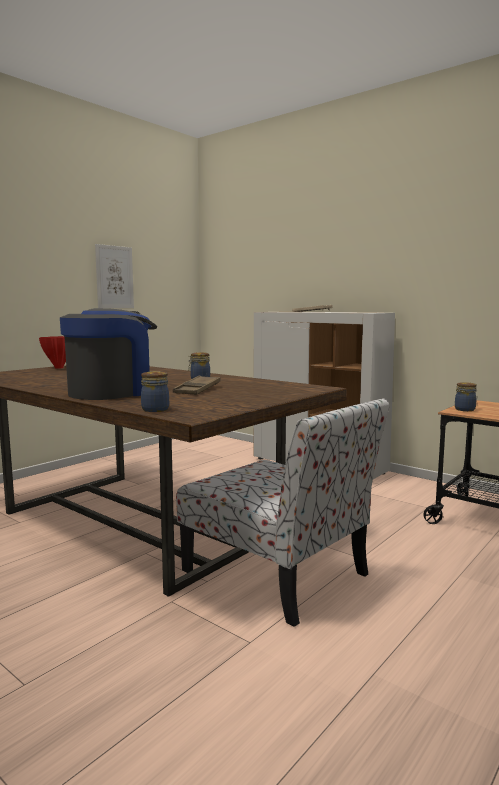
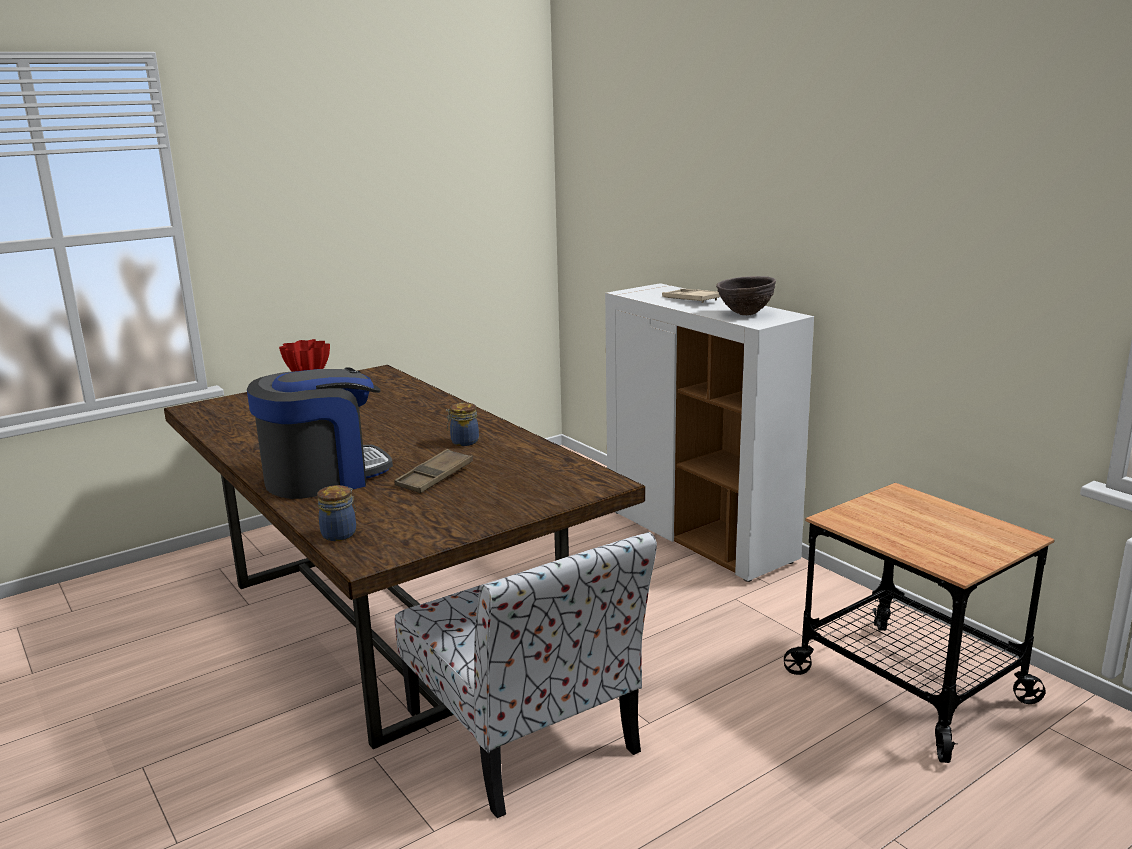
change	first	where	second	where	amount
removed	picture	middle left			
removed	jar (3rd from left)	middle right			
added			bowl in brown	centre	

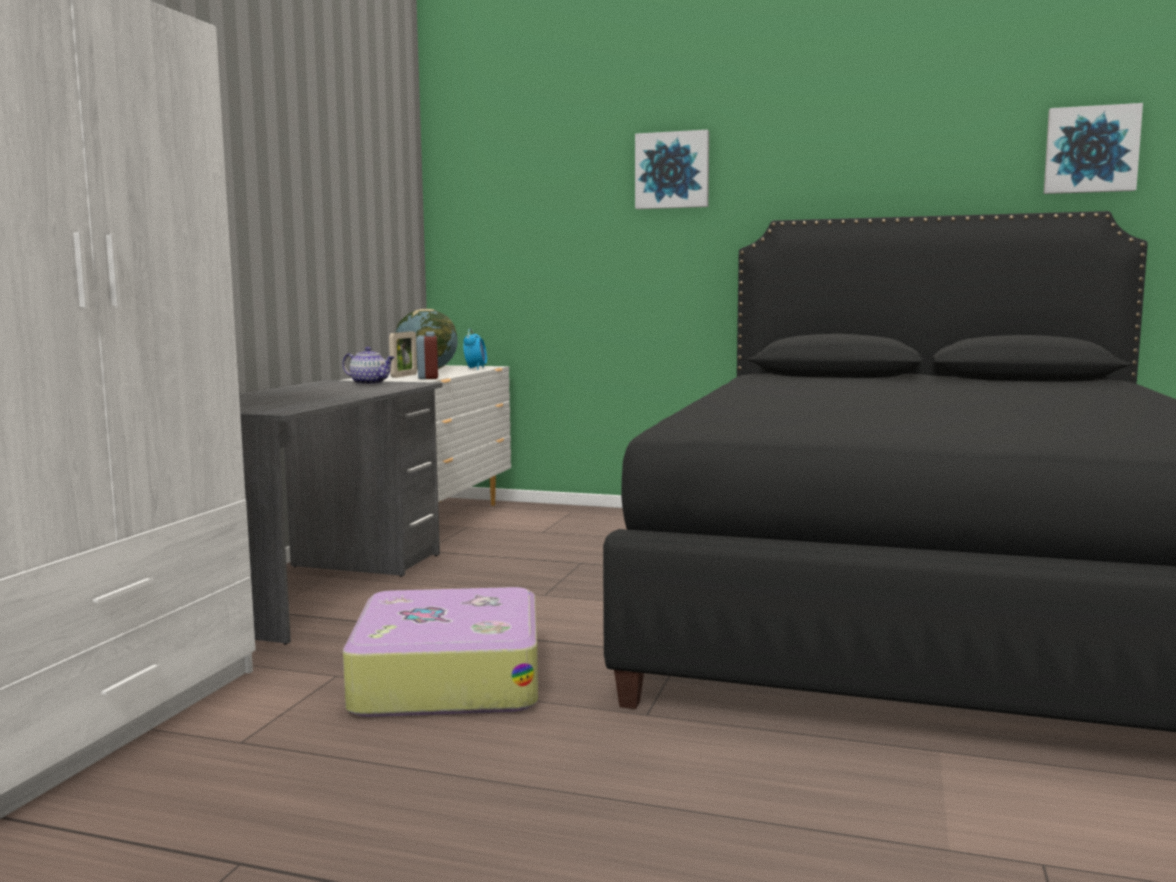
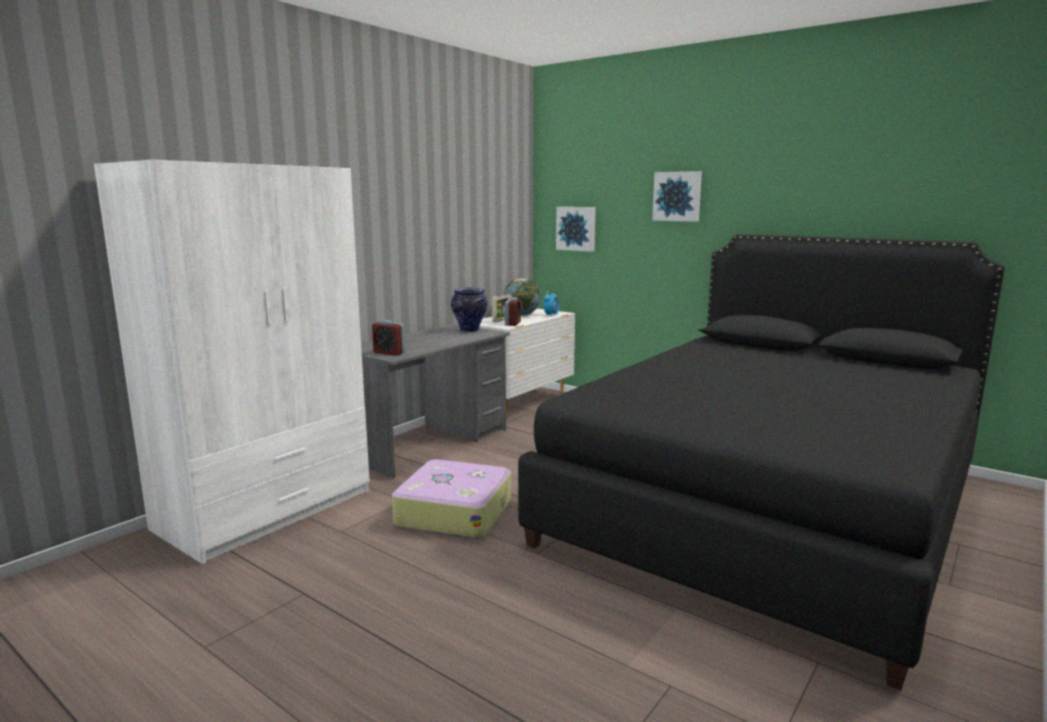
change	first	where	second	where	amount
added			alarm clock (1st from left)	centre	
moved	picture (2nd from left in the first image)	top right	picture (1st from left)	top centre	
replaced	teapot	middle left	vase	centre	

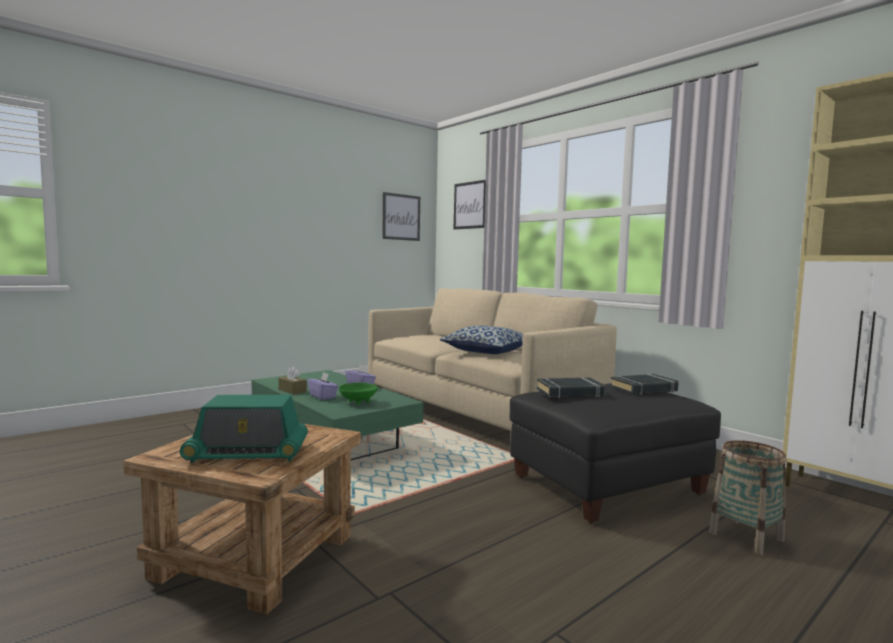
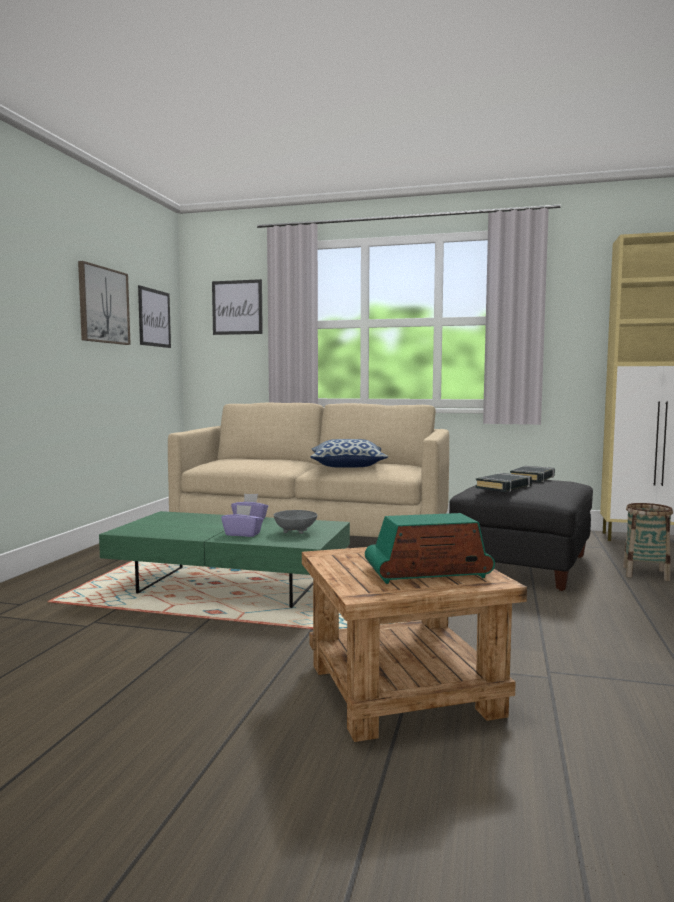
change	first	where	second	where	amount
removed	tissue box in brown	middle left			
added			picture (1st from left)	middle left	
recoloured	bowl in green	centre	bowl in grey	centre	
turned	radio	bottom left		centre	150 degrees counterclockwise

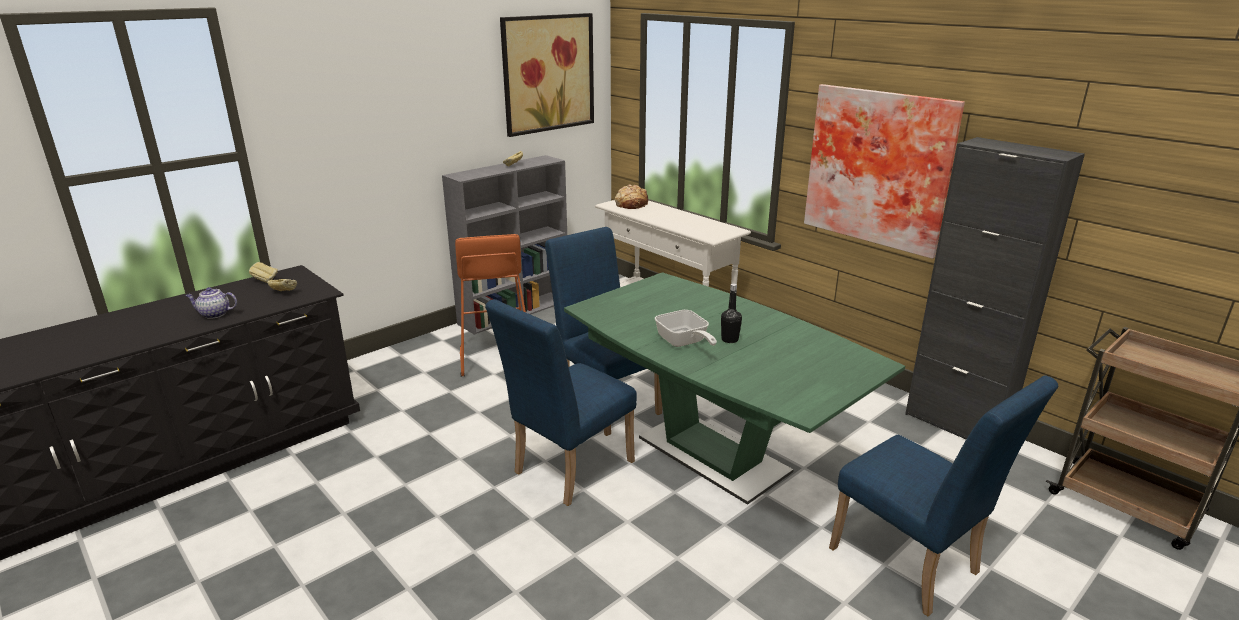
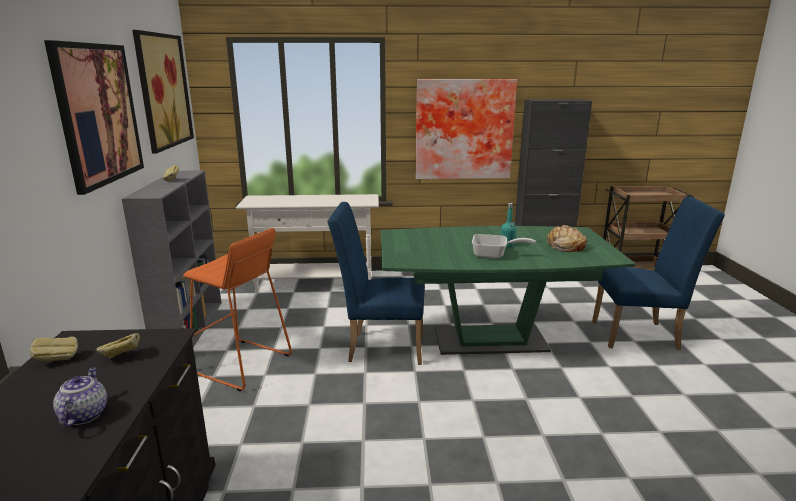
change	first	where	second	where	amount
removed	chair in blue (1st from left)	centre			
added			picture (1st from left)	top left	
moved	bread (4th from left)	top centre		middle right	
recoloured	bottle in black	centre	bottle in turquoise	centre	
turned	teapot	middle left		bottom left	135 degrees clockwise

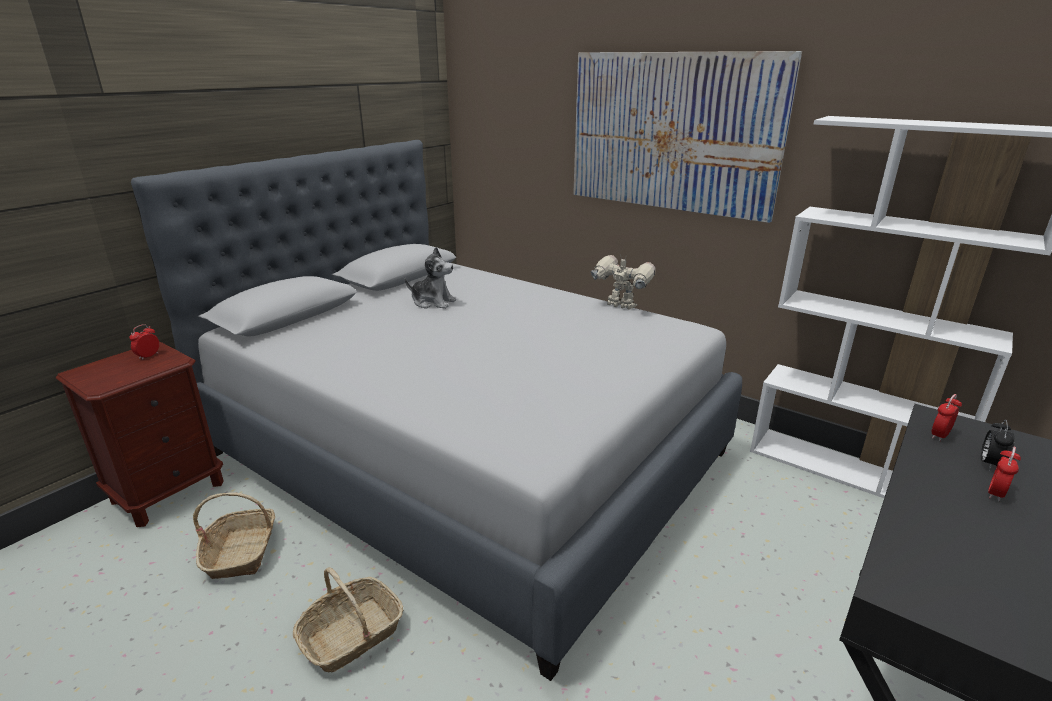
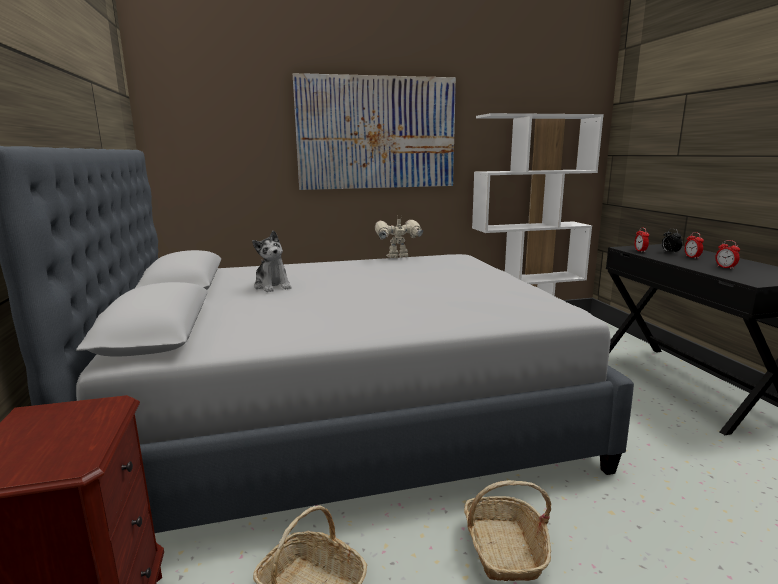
change	first	where	second	where	amount
moved	alarm clock (1st from left in the first image)	middle left	alarm clock (4th from left)	middle right	
turned	plush toy	centre		centre	90 degrees clockwise

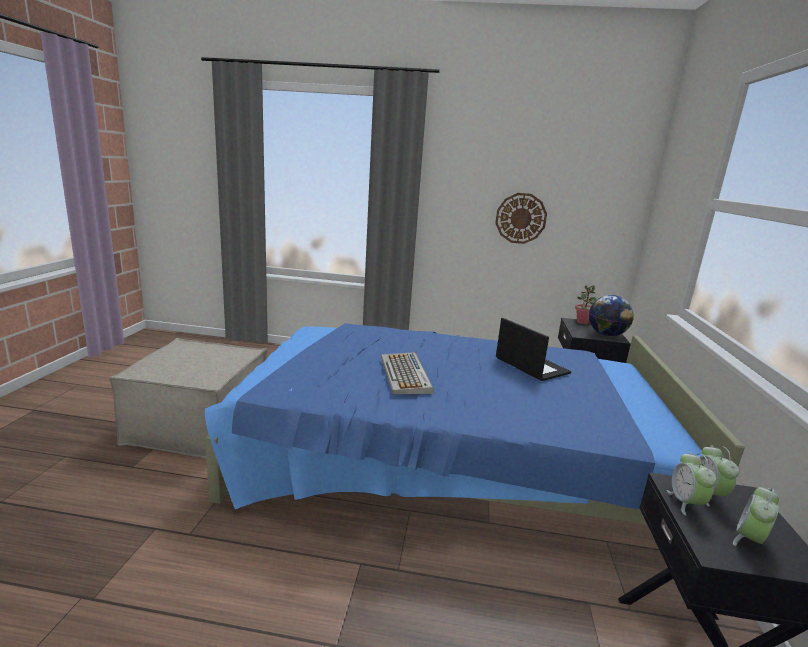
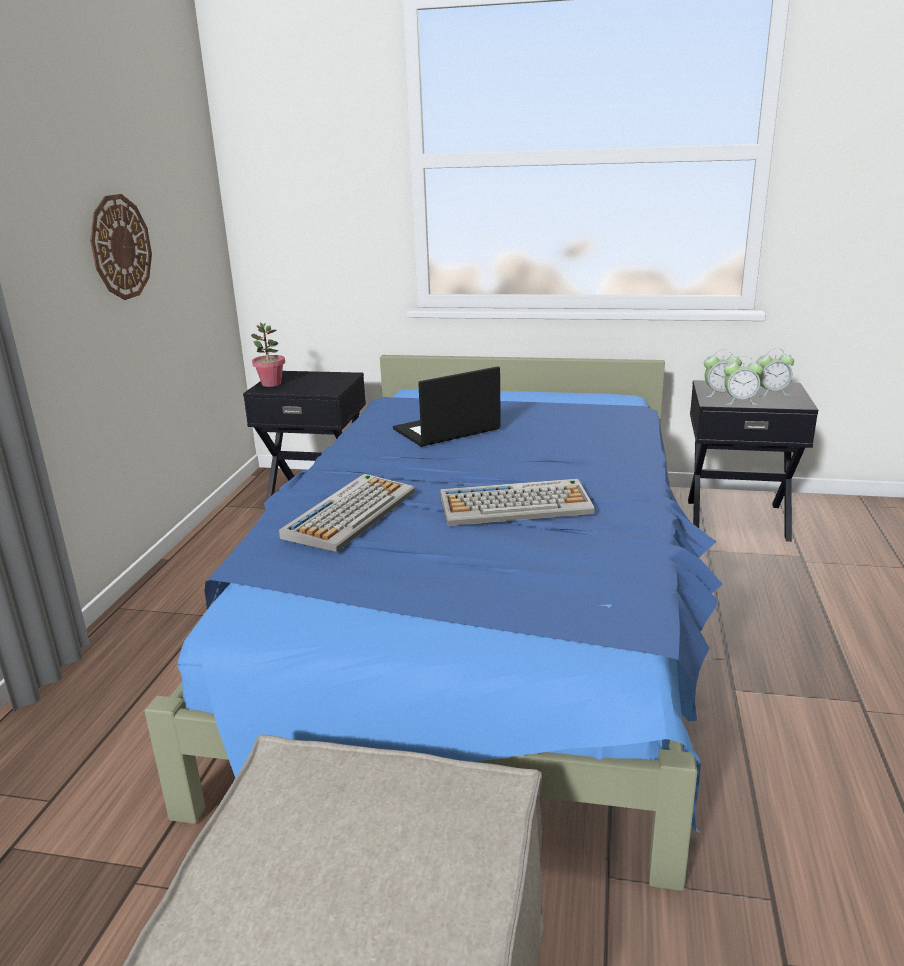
change	first	where	second	where	amount
removed	globe	middle right			
added			keyboard (1st from left)	centre	
turned	alarm clock (3rd from left)	bottom right		middle right	45 degrees counterclockwise

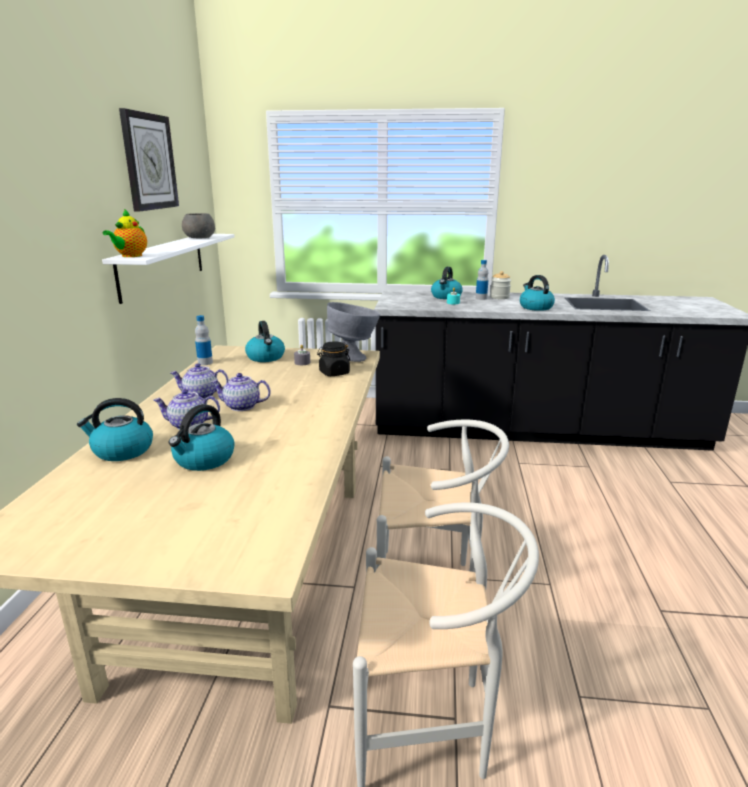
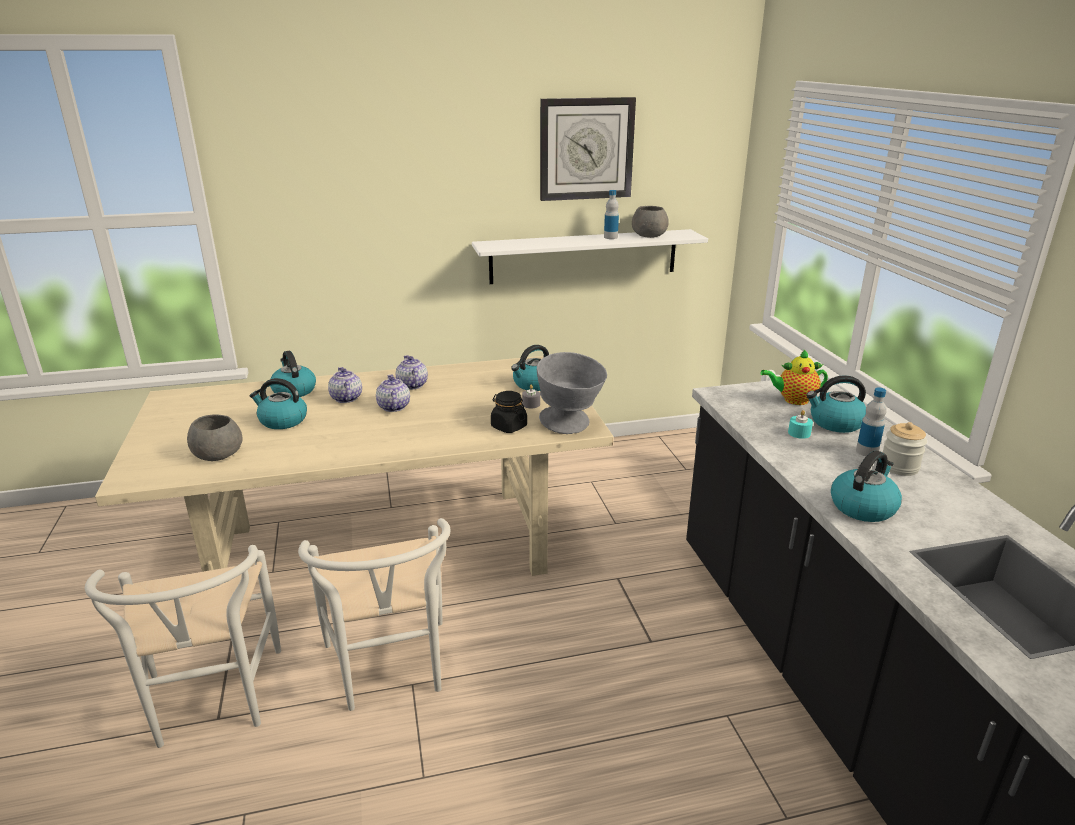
change	first	where	second	where	amount
added			bowl in grey (1st from left)	middle left	
moved	teapot (1st from left in the first image)	top left	teapot (4th from left)	middle right	
moved	bottle (1st from left)	middle left		top centre	

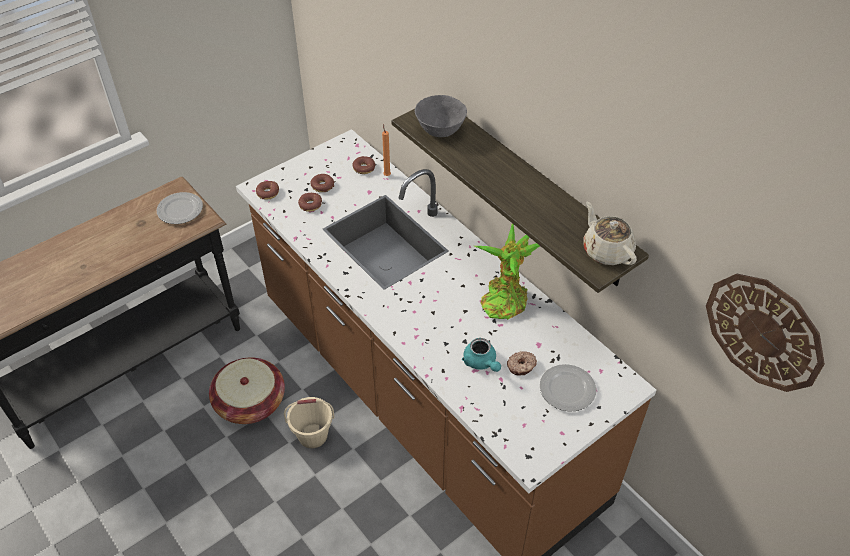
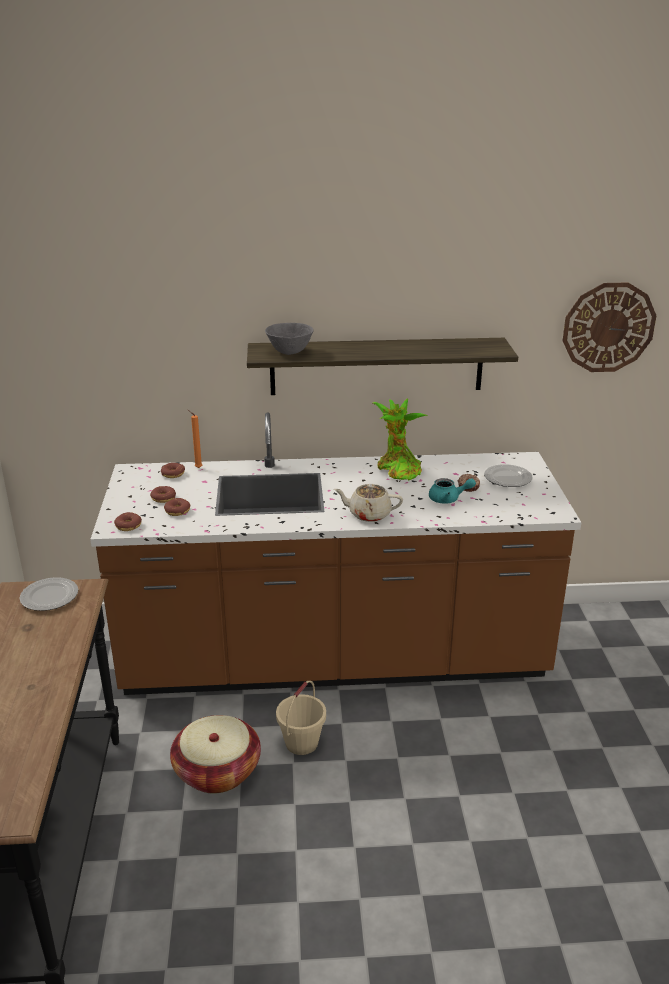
change	first	where	second	where	amount
moved	teapot in beige	middle right		centre	

